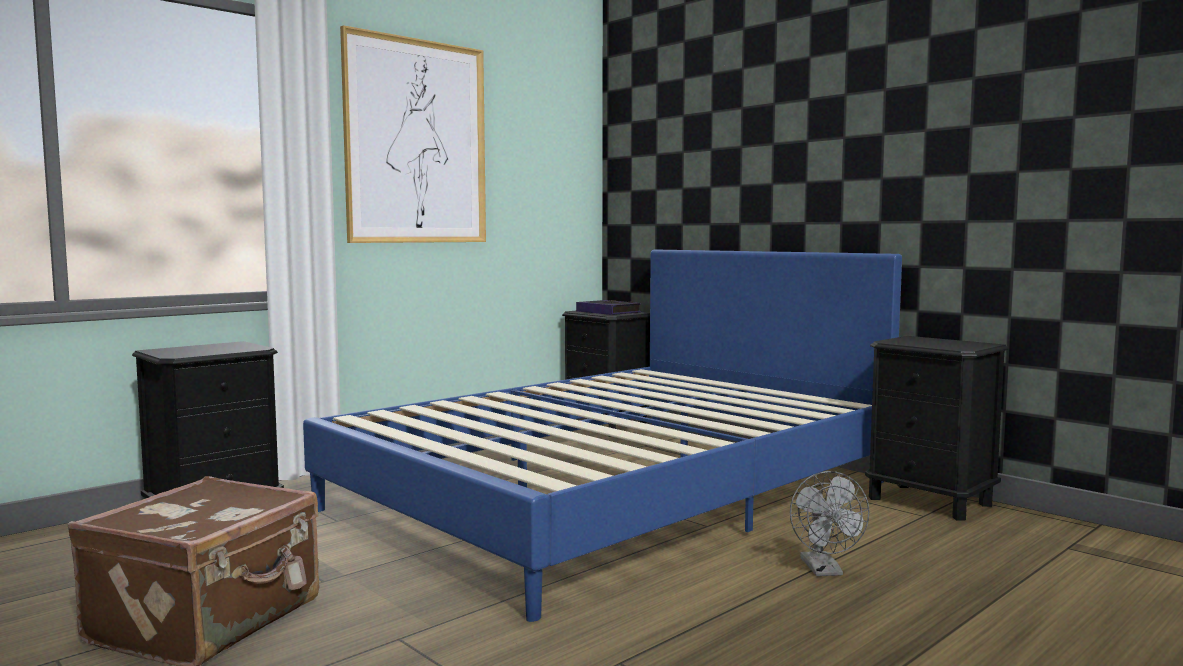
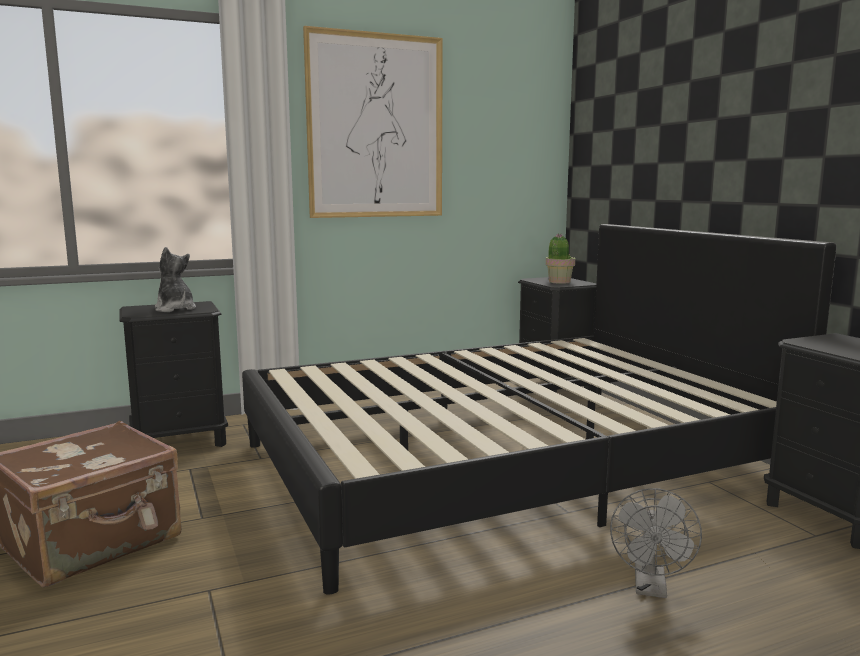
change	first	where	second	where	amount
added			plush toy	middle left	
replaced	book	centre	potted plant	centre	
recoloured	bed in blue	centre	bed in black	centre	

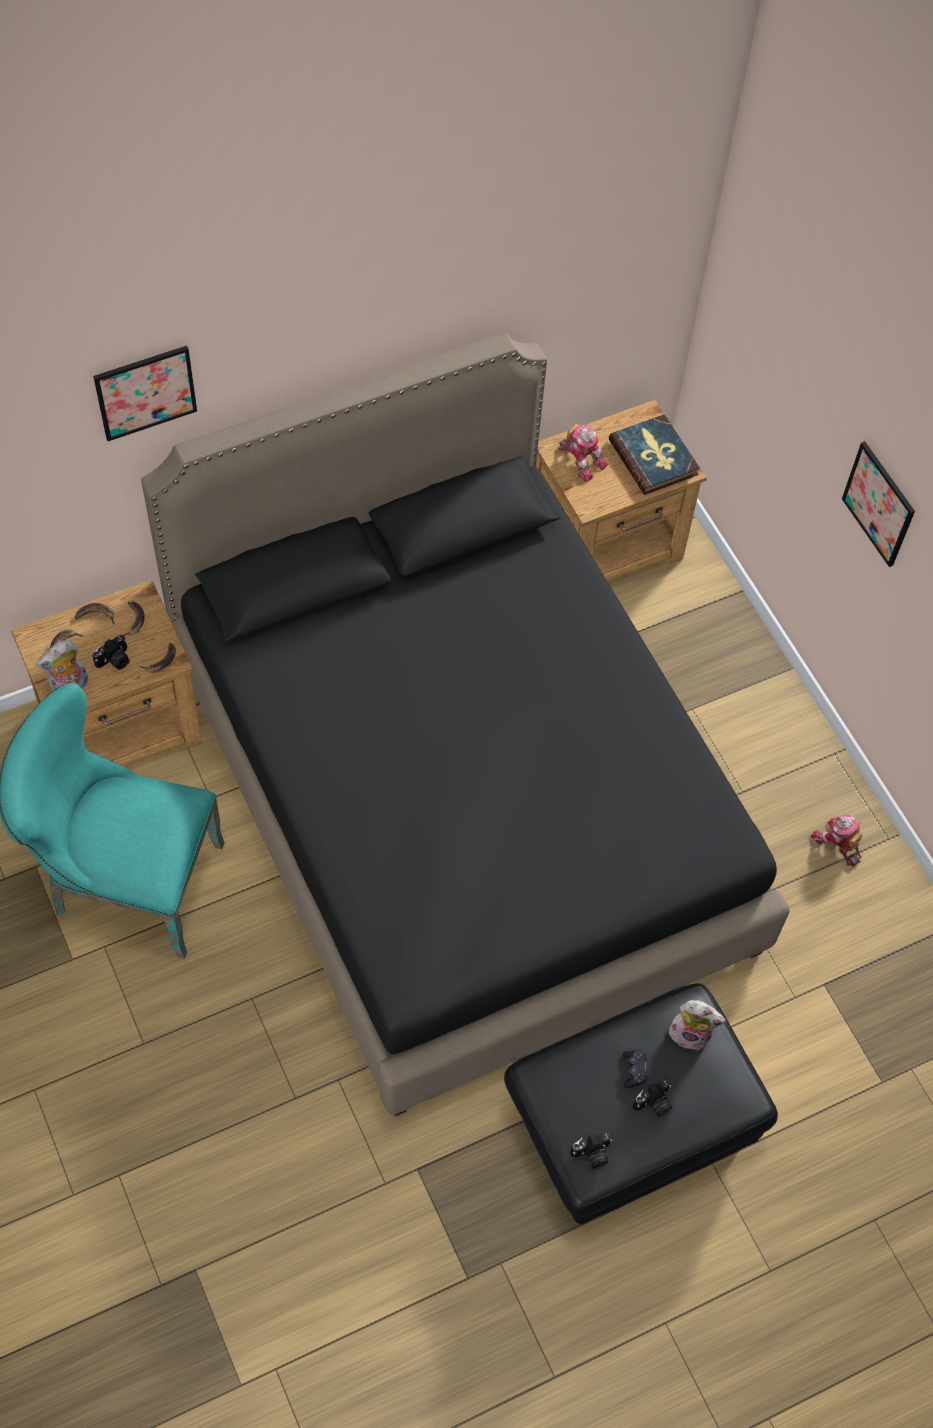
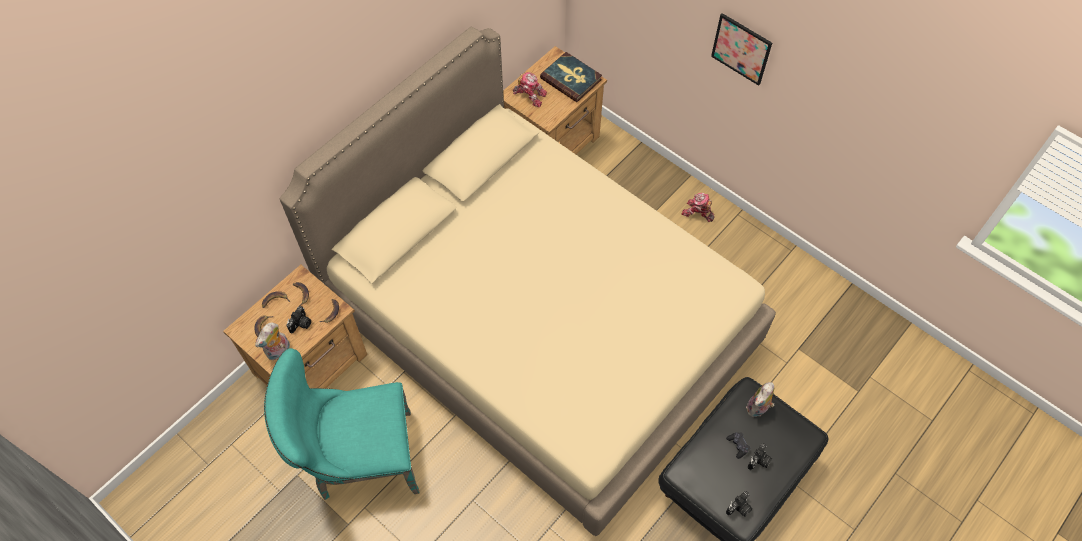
change	first	where	second	where	amount
removed	picture (1st from left)	top left			
moved	toy robot (2nd from left)	middle right		centre	
recoloured	bed in black	centre	bed in beige	centre	
turned	plush toy (2nd from left)	bottom right		bottom right	135 degrees clockwise

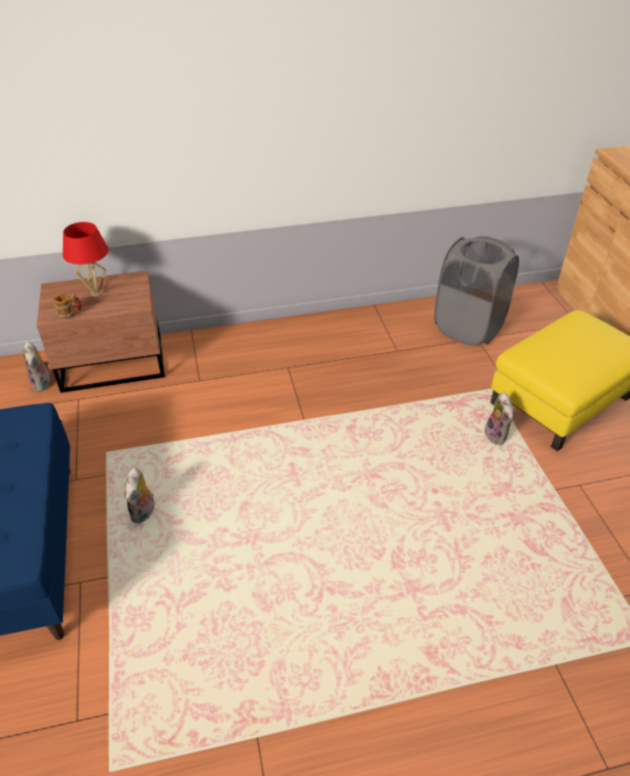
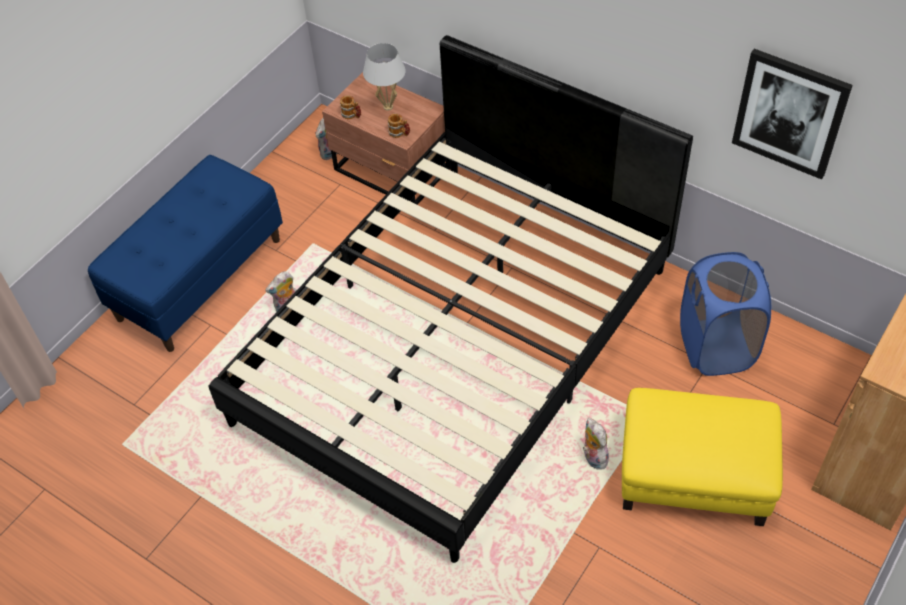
change	first	where	second	where	amount
added			bed in black	centre	
added			mug (2nd from left)	top centre	
added			picture	top right	
recoloured	table lamp in red	middle left	table lamp in white	top centre	
recoloured	laundry basket in grey	middle right	laundry basket in blue	middle right	
turned	plush toy (3rd from left)	middle right		bottom centre	120 degrees clockwise

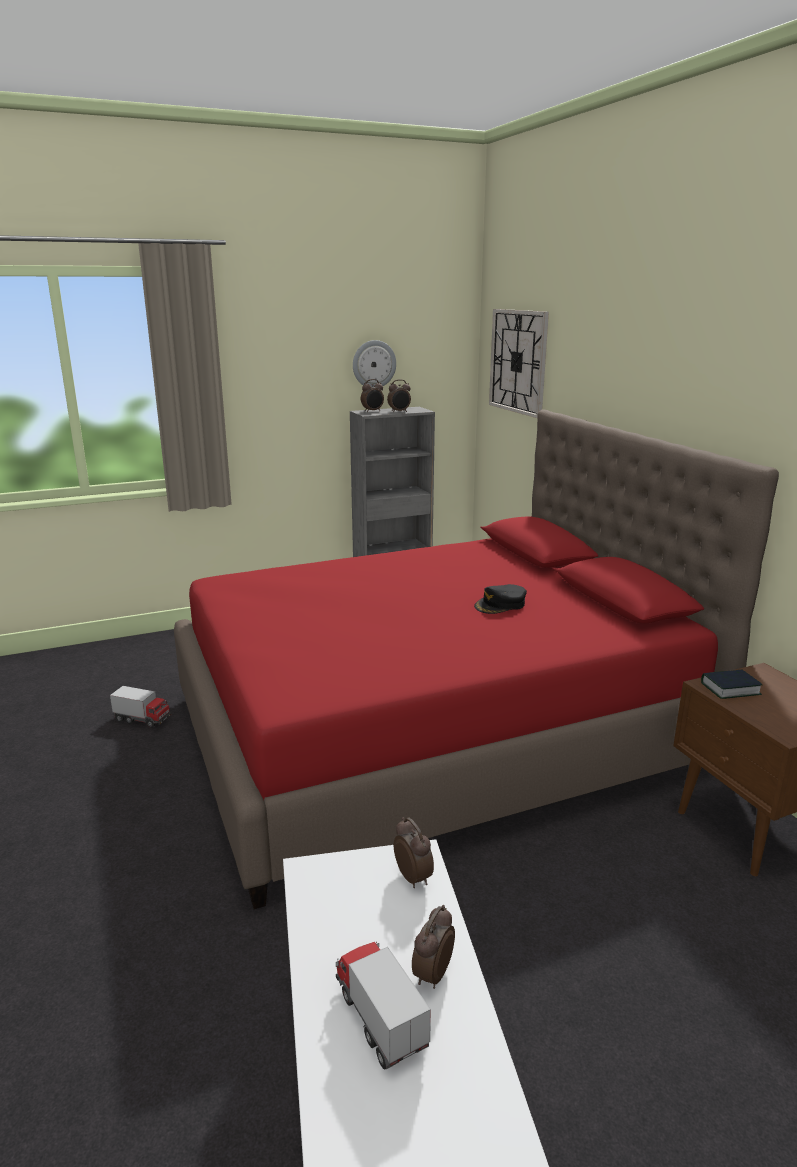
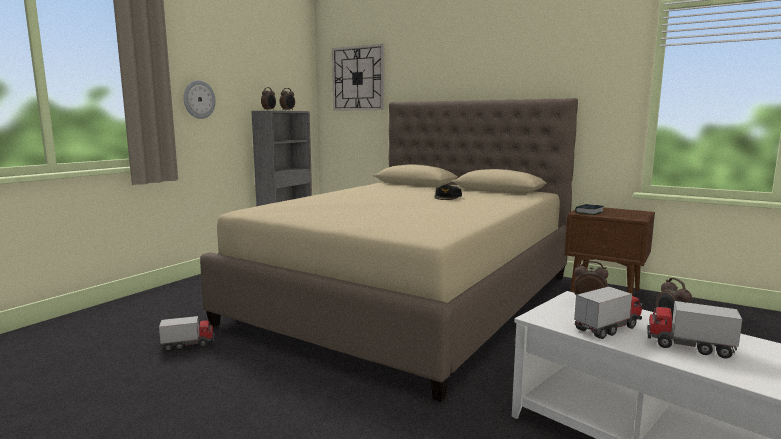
change	first	where	second	where	amount
added			toy truck (2nd from left)	bottom right	
moved	wall clock (1st from left)	top centre		top left	
recoloured	bed in red	centre	bed in beige	centre	

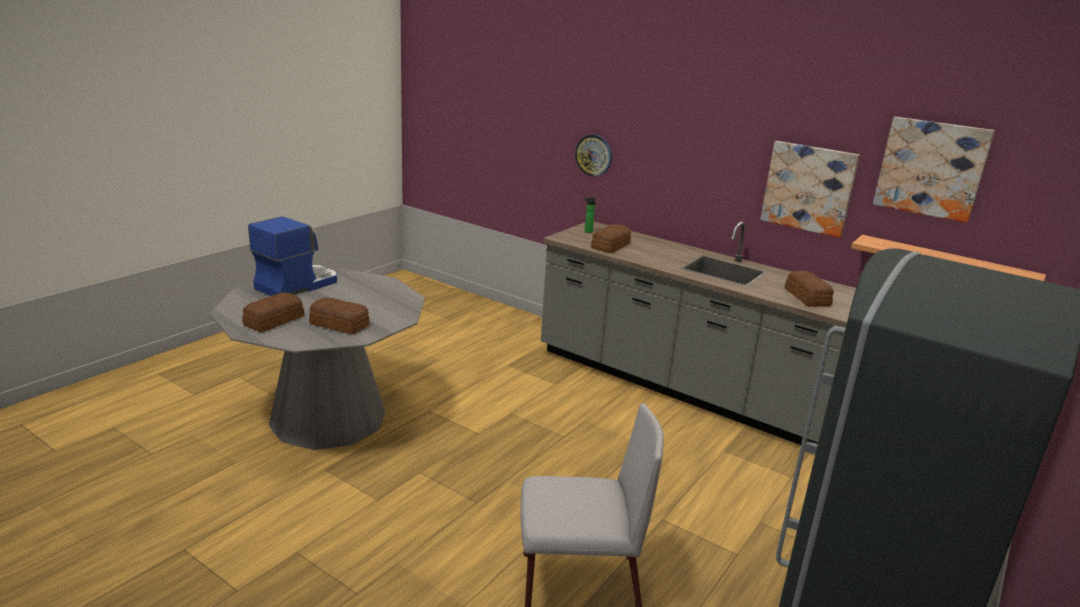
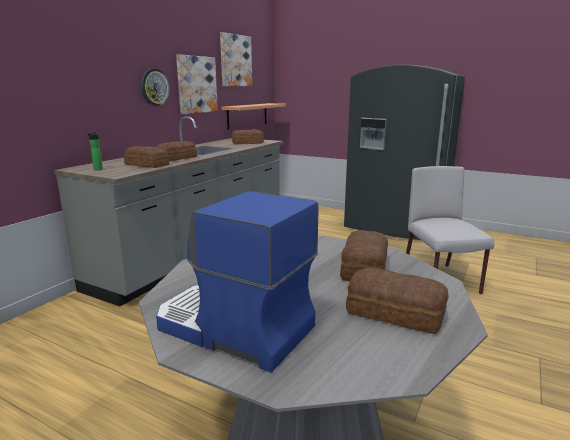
change	first	where	second	where	amount
added			bread (2nd from left)	middle left	
moved	wall clock	top centre		top left	

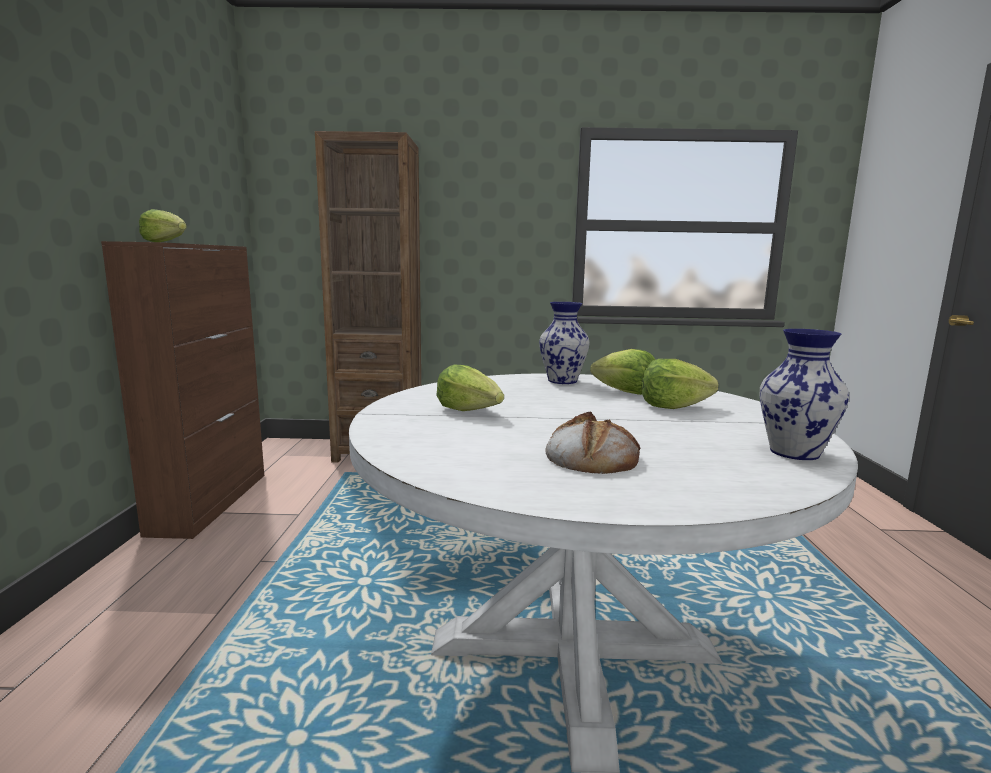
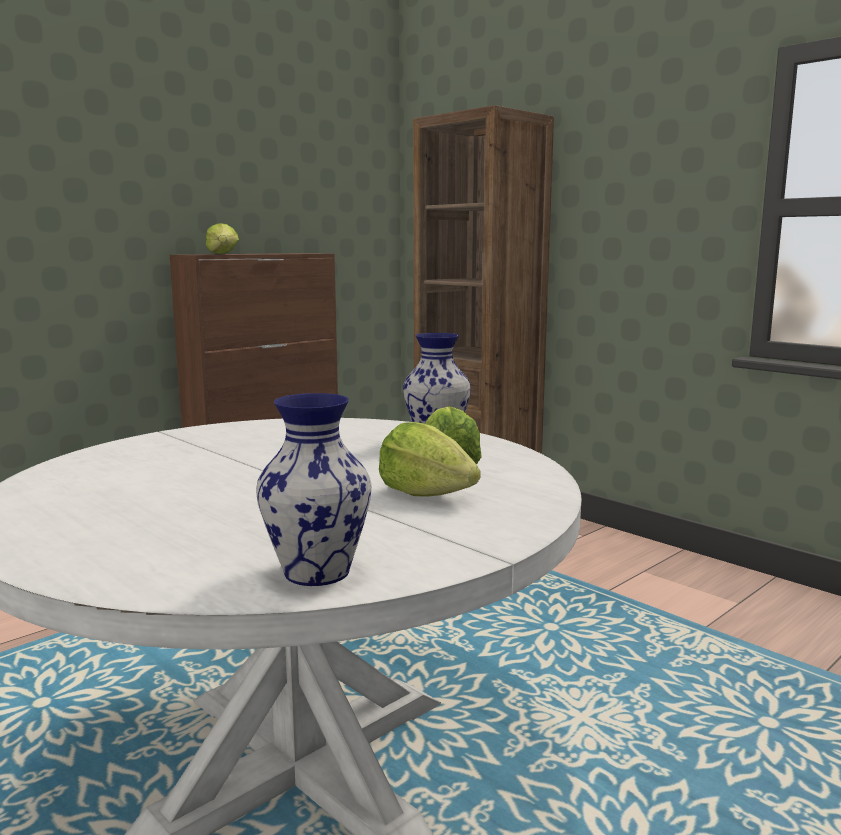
change	first	where	second	where	amount
removed	lettuce (2nd from left)	centre			
removed	bread	centre			

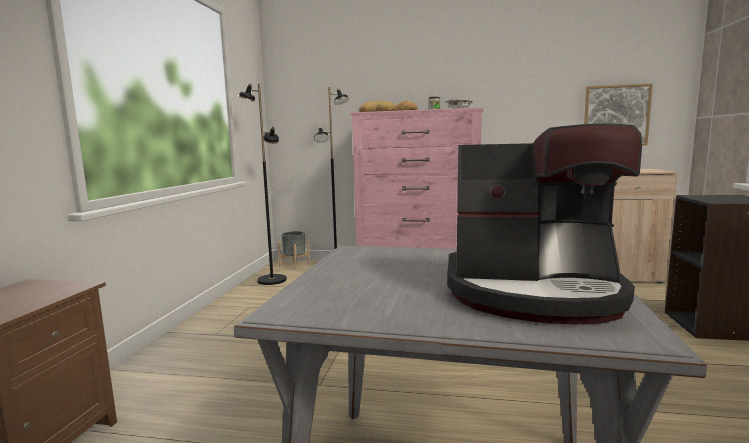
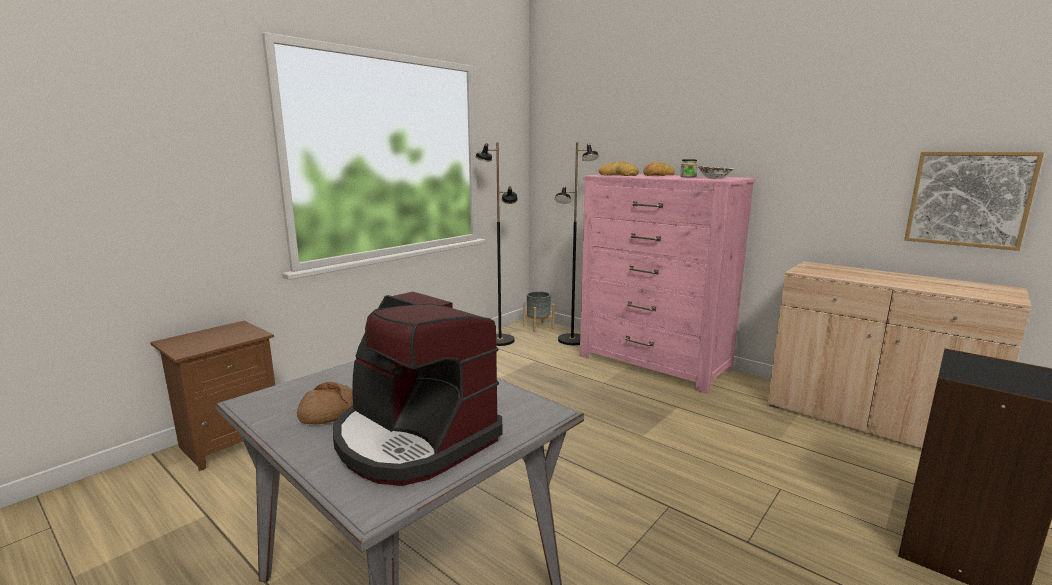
change	first	where	second	where	amount
added			bread (1st from left)	bottom left	

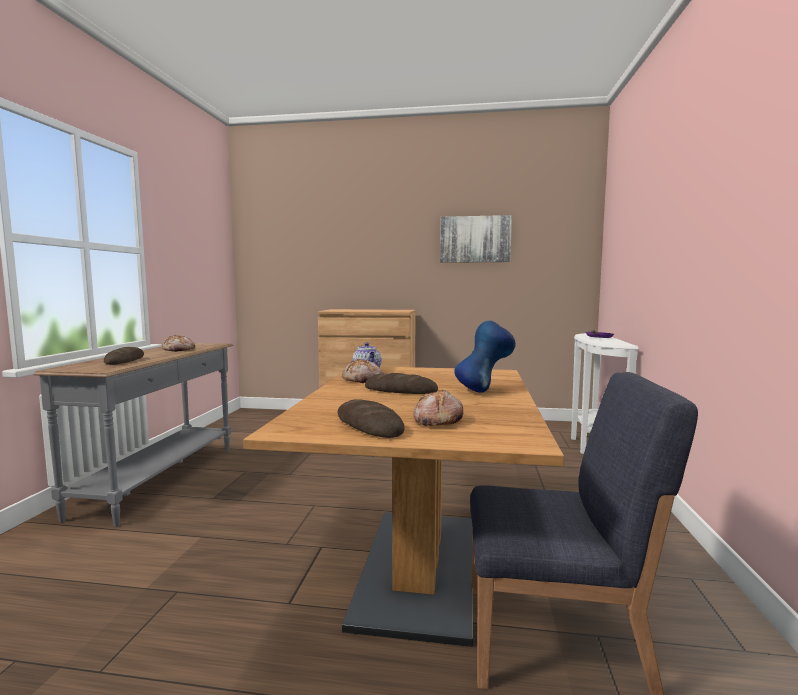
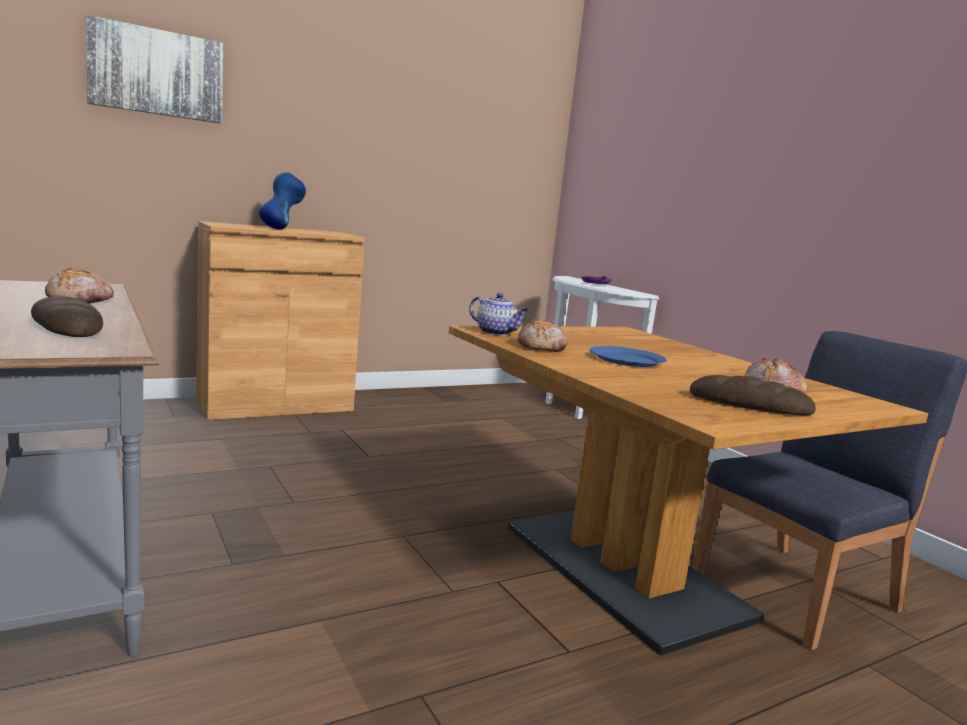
change	first	where	second	where	amount
moved	picture	centre		top left	
moved	vase in blue	centre		top left	
replaced	bread (5th from left)	centre	plate in blue	centre	

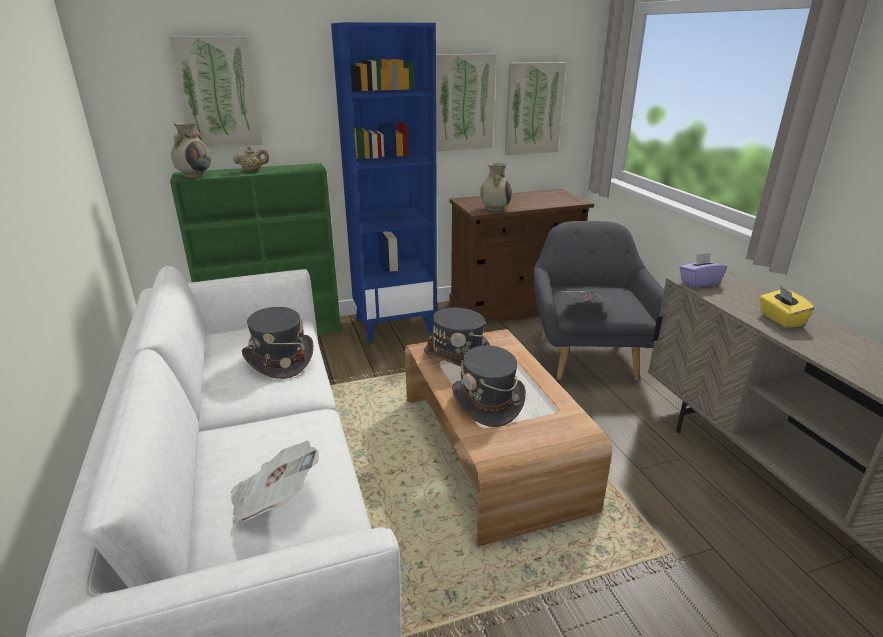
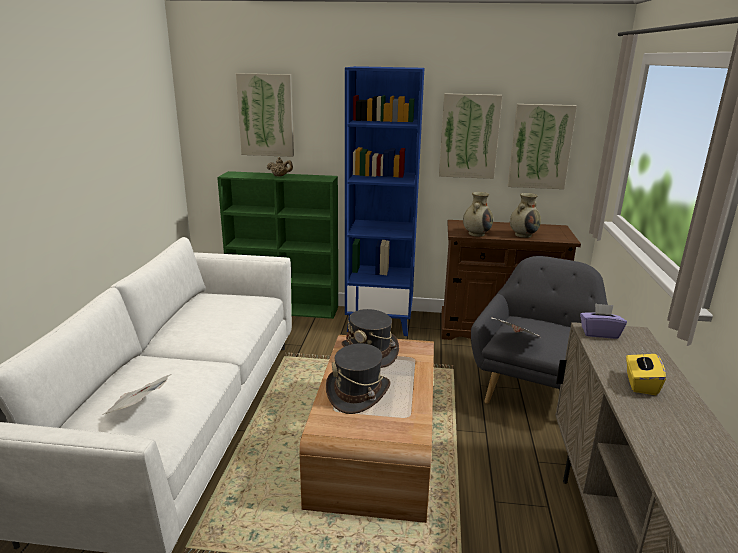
change	first	where	second	where	amount
removed	hat in grey (1st from left)	middle left			
moved	vase in beige (1st from left in the first image)	top left	vase in beige (2nd from left)	middle right	

